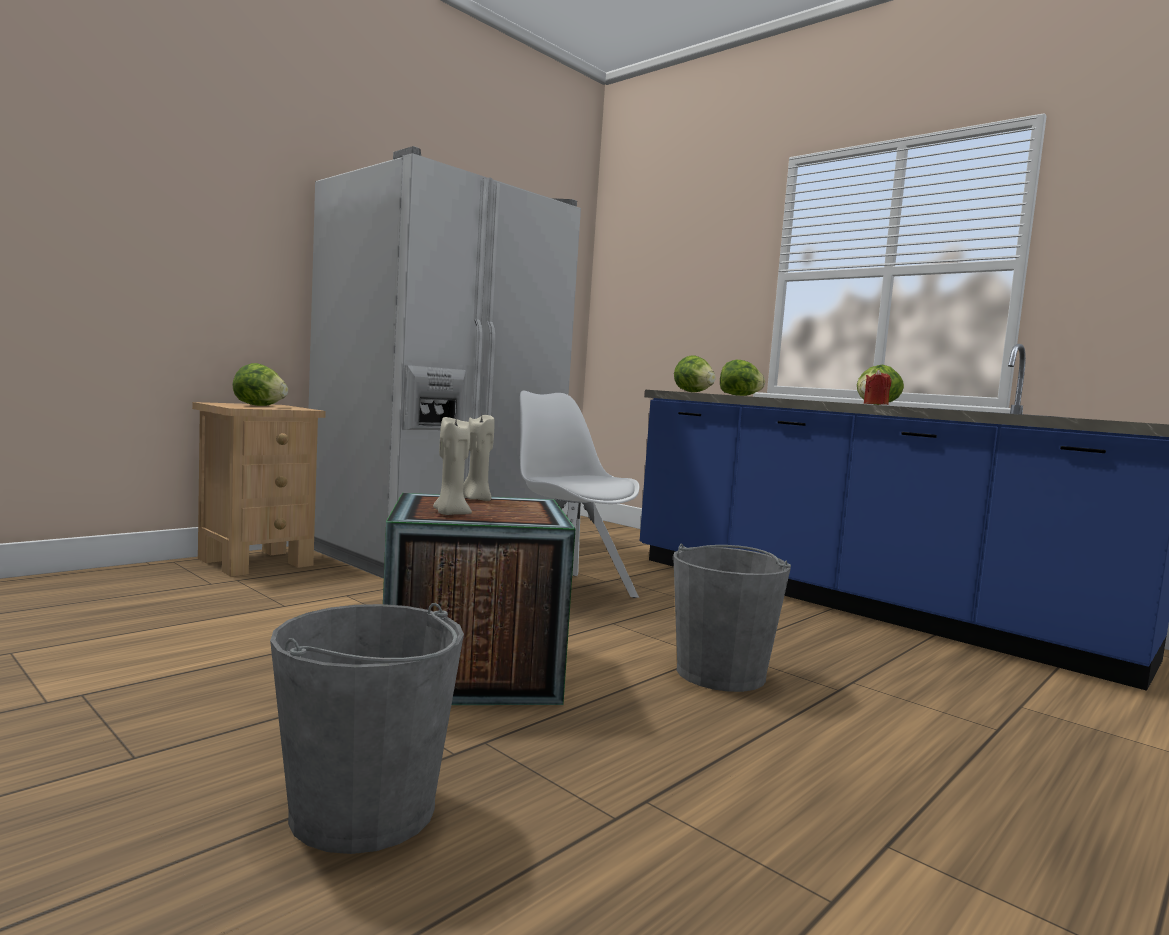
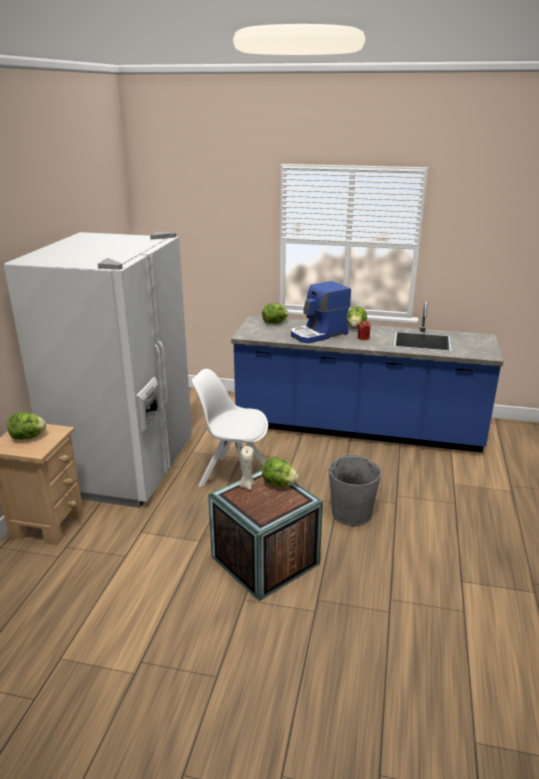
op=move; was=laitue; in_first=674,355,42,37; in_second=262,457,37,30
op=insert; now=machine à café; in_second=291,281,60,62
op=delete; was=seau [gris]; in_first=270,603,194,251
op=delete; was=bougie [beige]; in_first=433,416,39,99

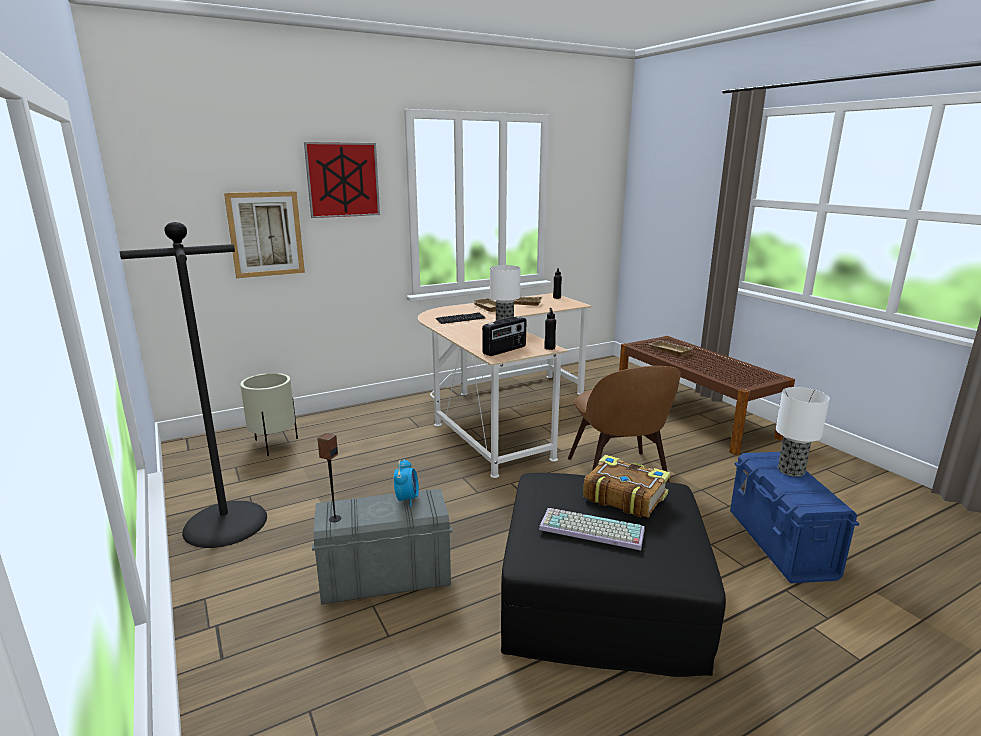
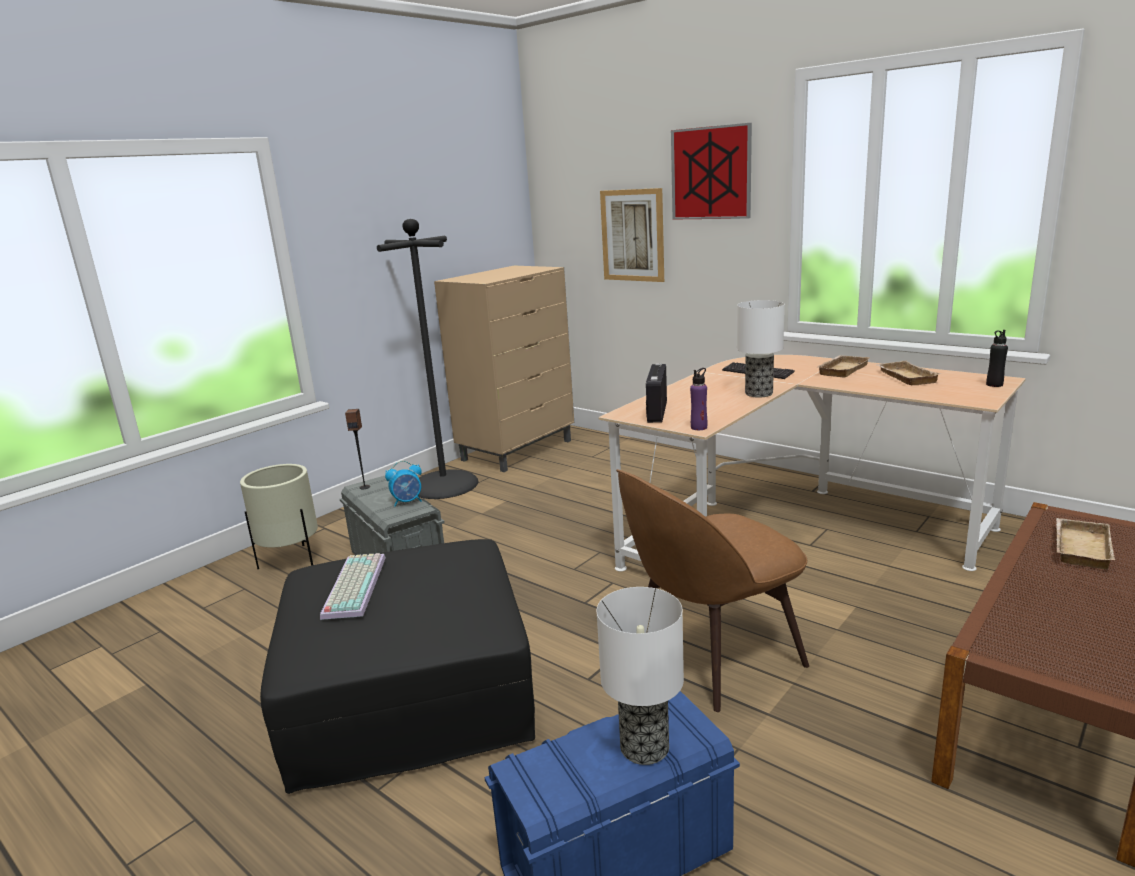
op=move; was=cache-pot [beige]; in_first=240,373,58,83; in_second=240,464,78,105
op=insert; now=commode [beige]; in_second=434,266,140,206
op=rotate; was=radio; in_first=482,316,44,40; in_second=646,363,21,60; clockwise=75
op=recolor; was=bouteille [noir]; now=bouteille [violet]; in_first=544,308,12,42; in_second=690,368,17,62
op=delete; was=livre; in_first=583,455,87,63

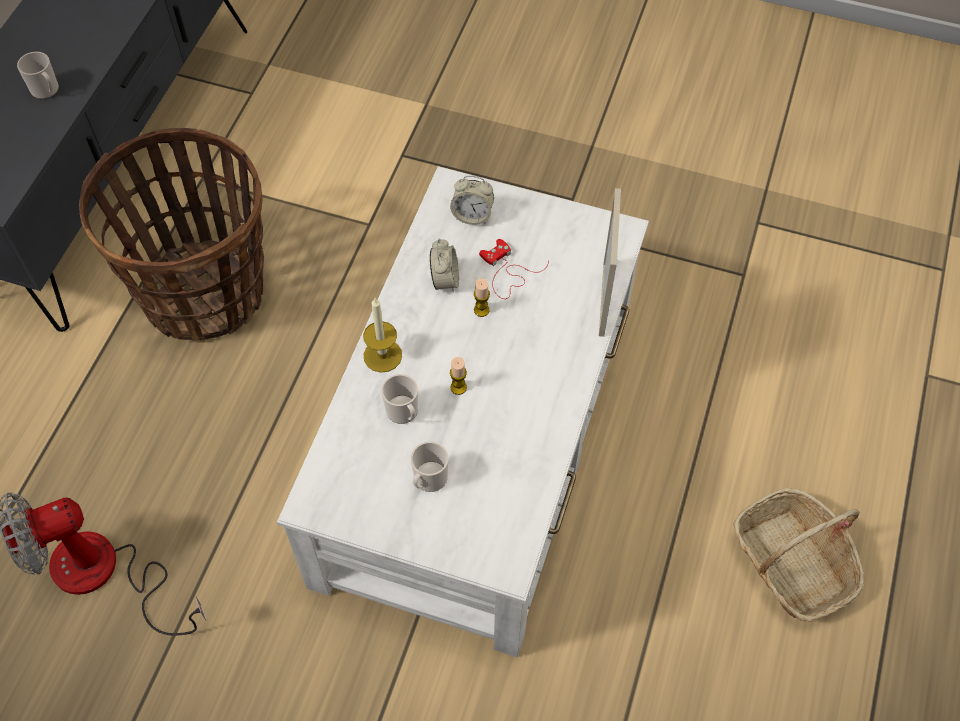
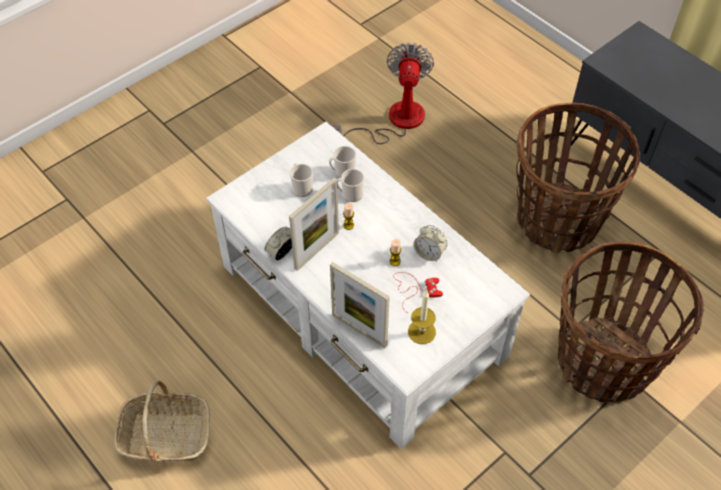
op=move; was=réveil; in_first=450,176,44,49; in_second=264,227,28,33
op=insert; now=cadre photo; in_second=289,178,50,93
op=move; was=mug; in_first=17,52,42,47; in_second=329,146,27,32
op=move; was=bougie; in_first=363,298,39,75; in_second=408,290,28,54
op=insert; now=panier; in_second=558,242,146,161

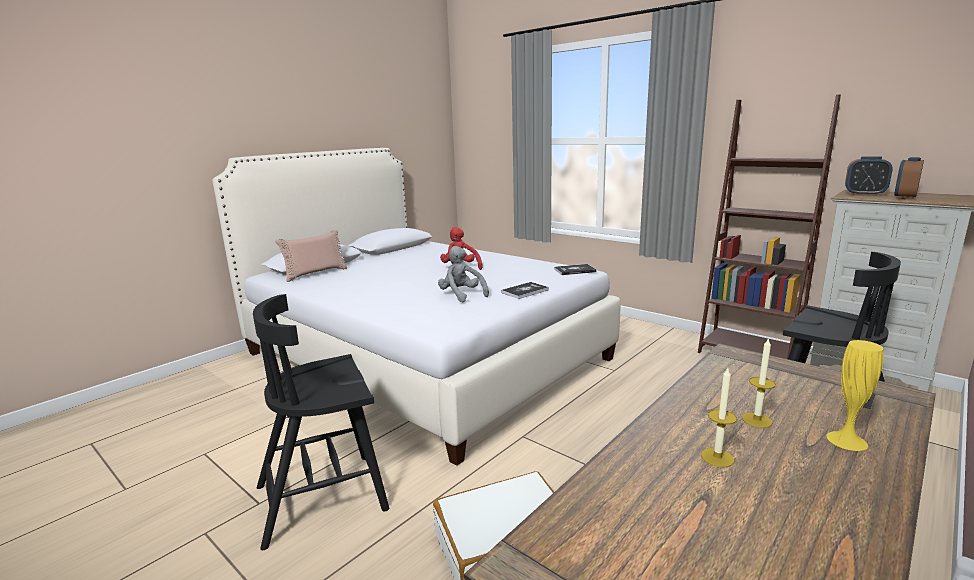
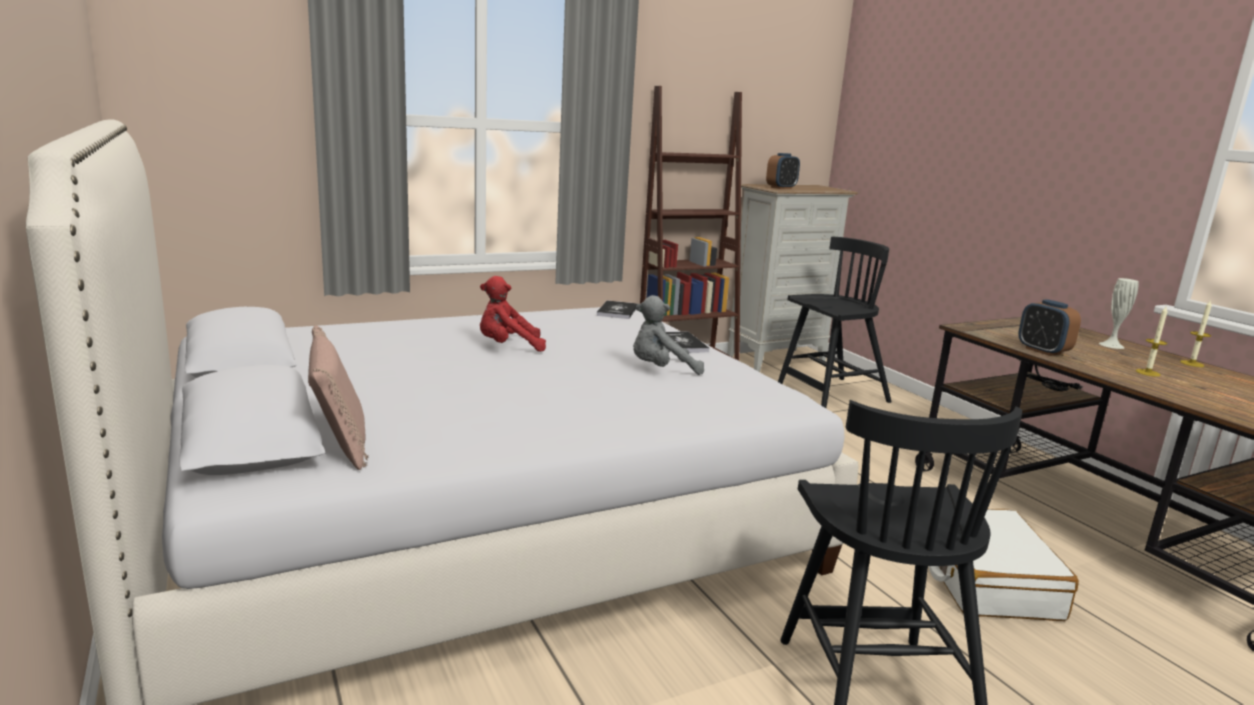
op=move; was=réveil; in_first=894,157,30,42; in_second=1018,299,63,57
op=recolor; was=vase [jaune]; now=vase [blanc]; in_first=827,340,57,111; in_second=1099,278,40,71
op=move; was=bougie; in_first=742,338,34,90; in_second=1180,300,32,67

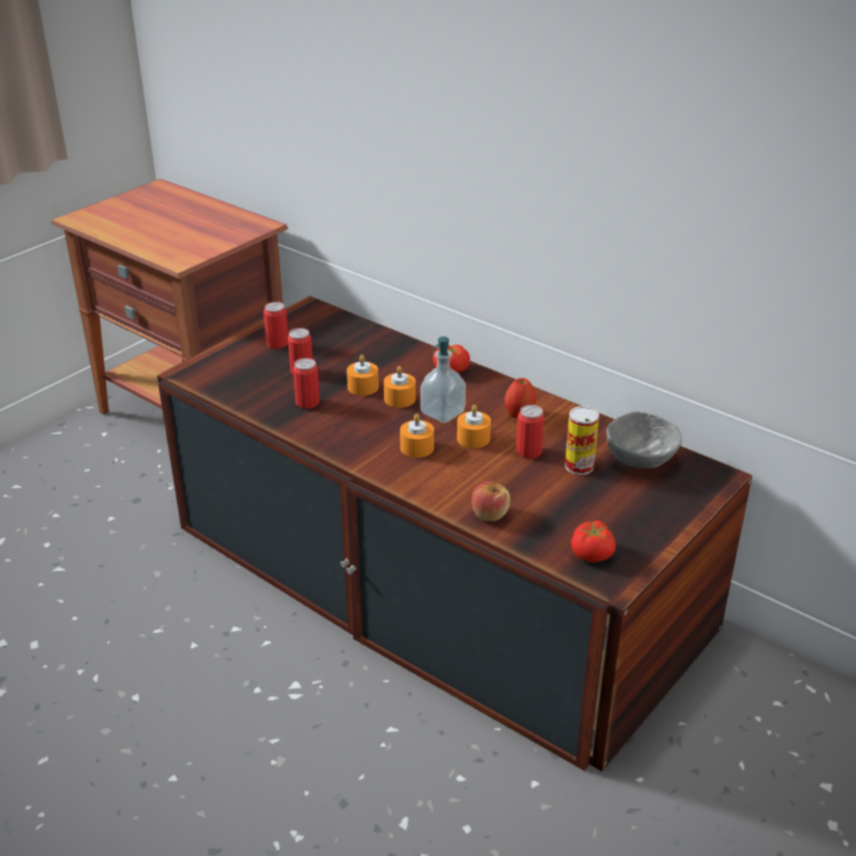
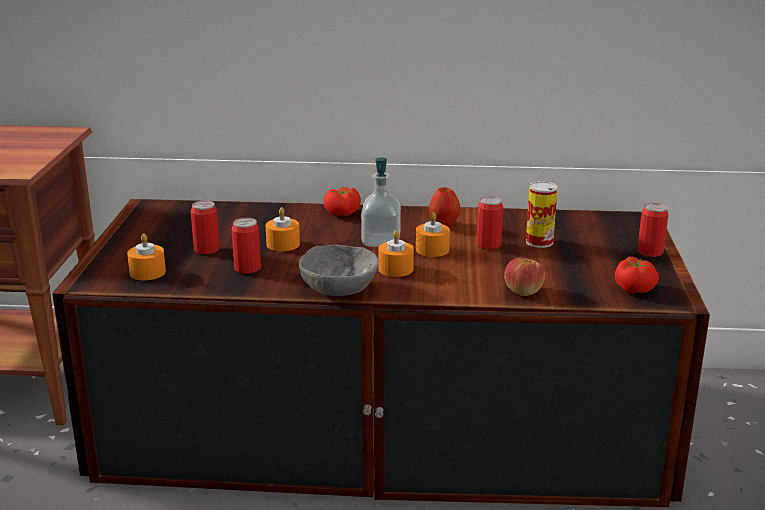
op=move; was=bougie [orange]; in_first=384,366,32,42; in_second=127,233,39,47
op=move; was=bol [gris]; in_first=606,411,76,57; in_second=299,245,80,51
op=move; was=boîte métallique; in_first=264,302,24,47; in_second=637,203,31,54

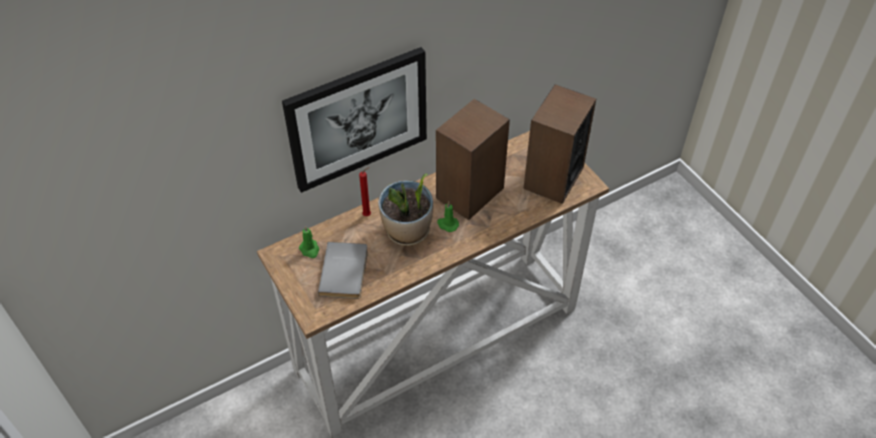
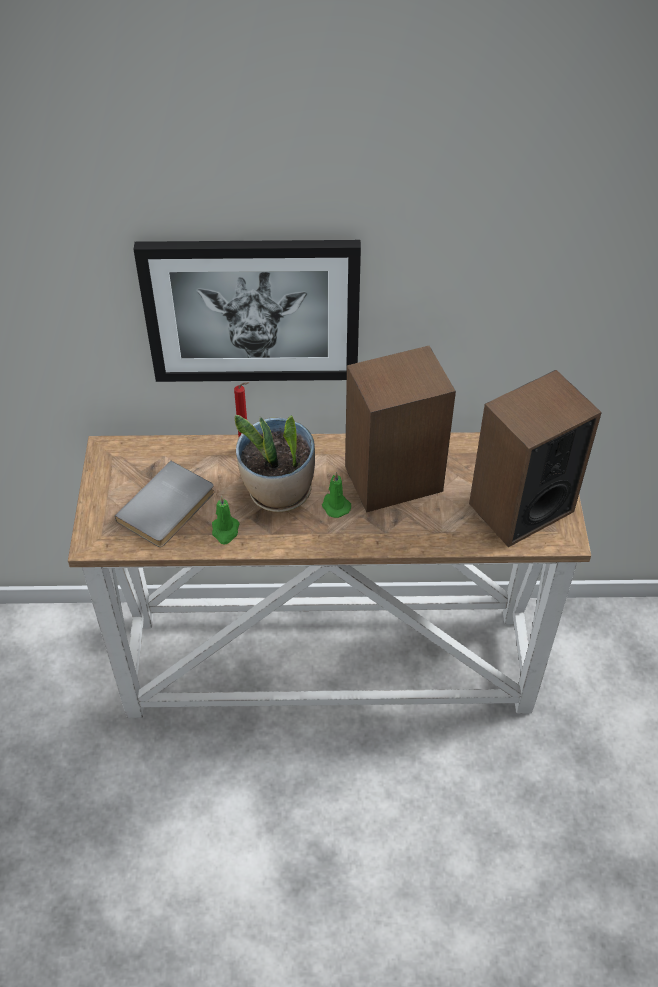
op=move; was=bougie [vert]; in_first=299,226,20,32; in_second=212,496,28,49

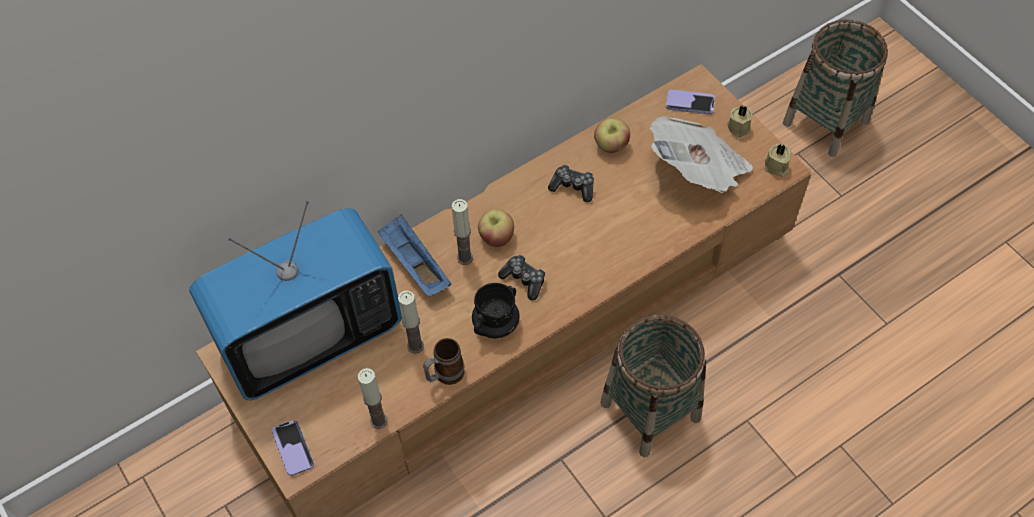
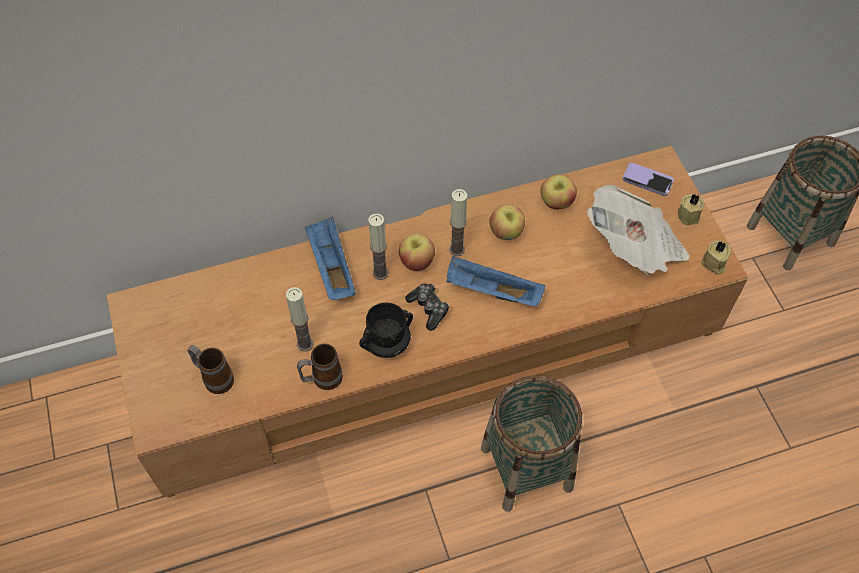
op=insert; now=mug; in_second=188,345,46,49
op=insert; now=plateau [bleu]; in_second=446,256,99,50
op=move; was=bougie; in_first=358,368,30,61; in_second=449,189,18,67
op=replace; was=manette; now=pomme; in_first=548,165,46,37; in_second=489,204,36,36
op=delete; was=téléviseur; in_first=189,201,213,199
op=delete; was=téléphone; in_first=272,420,42,56

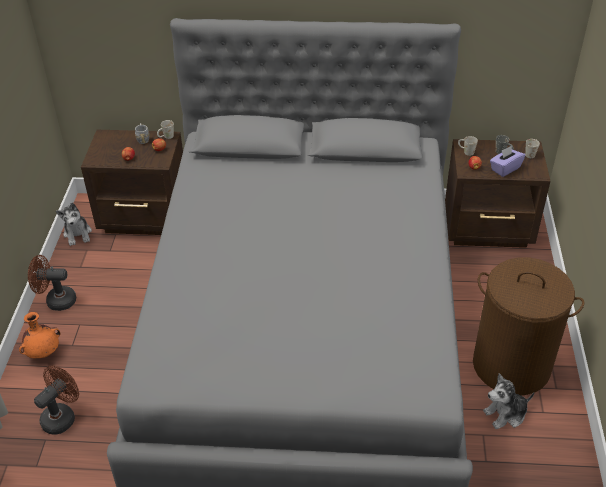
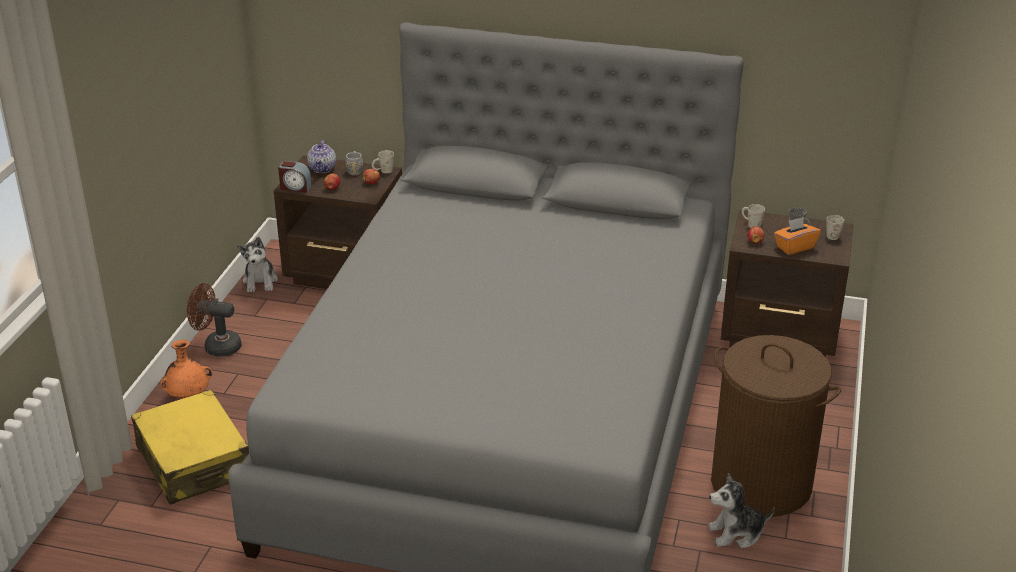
op=replace; was=ventilateur [marron]; now=valise [jaune]; in_first=34,365,45,70; in_second=131,390,118,115
op=insert; now=réveil; in_second=278,161,34,31
op=insert; now=théière; in_second=307,140,29,33
op=recolor; was=boîte à mouchoirs [violet]; now=boîte à mouchoirs [orange]; in_first=490,146,35,31; in_second=774,217,47,38

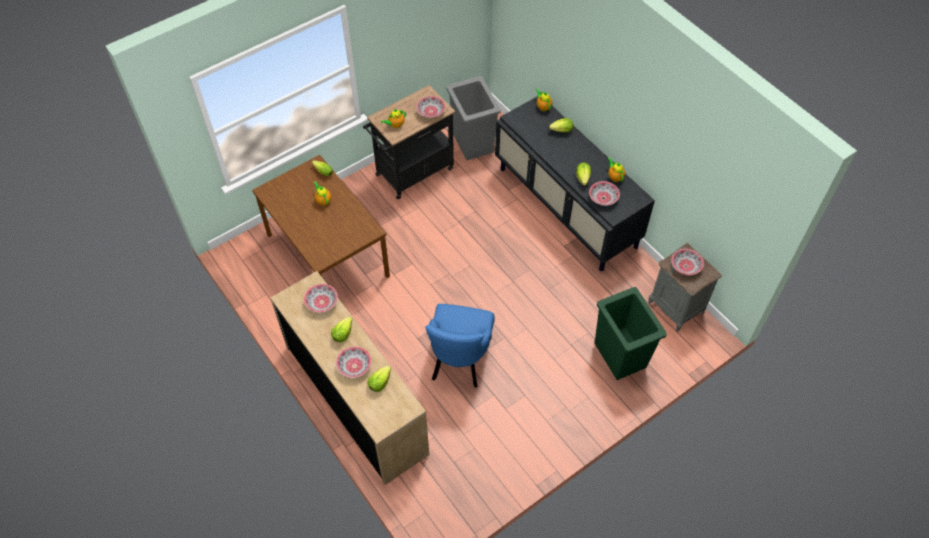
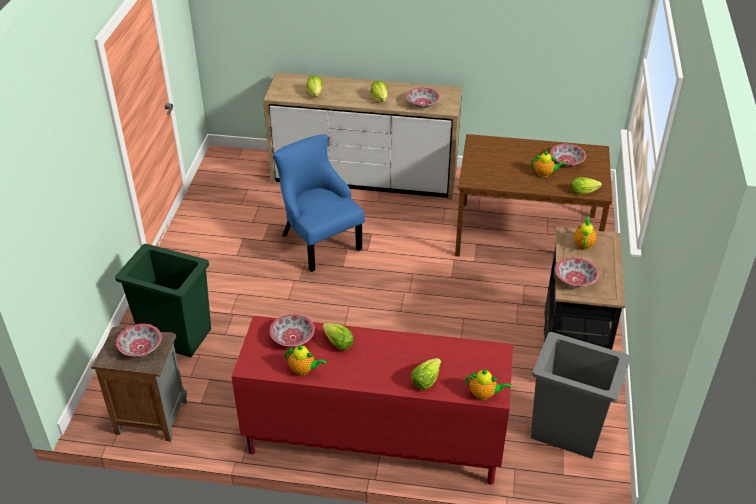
op=recolor; was=meuble de rangement [noir]; now=meuble de rangement [rouge]; in_first=495,96,160,175; in_second=232,316,281,169
op=move; was=bol; in_first=336,346,35,32; in_second=550,144,36,22

